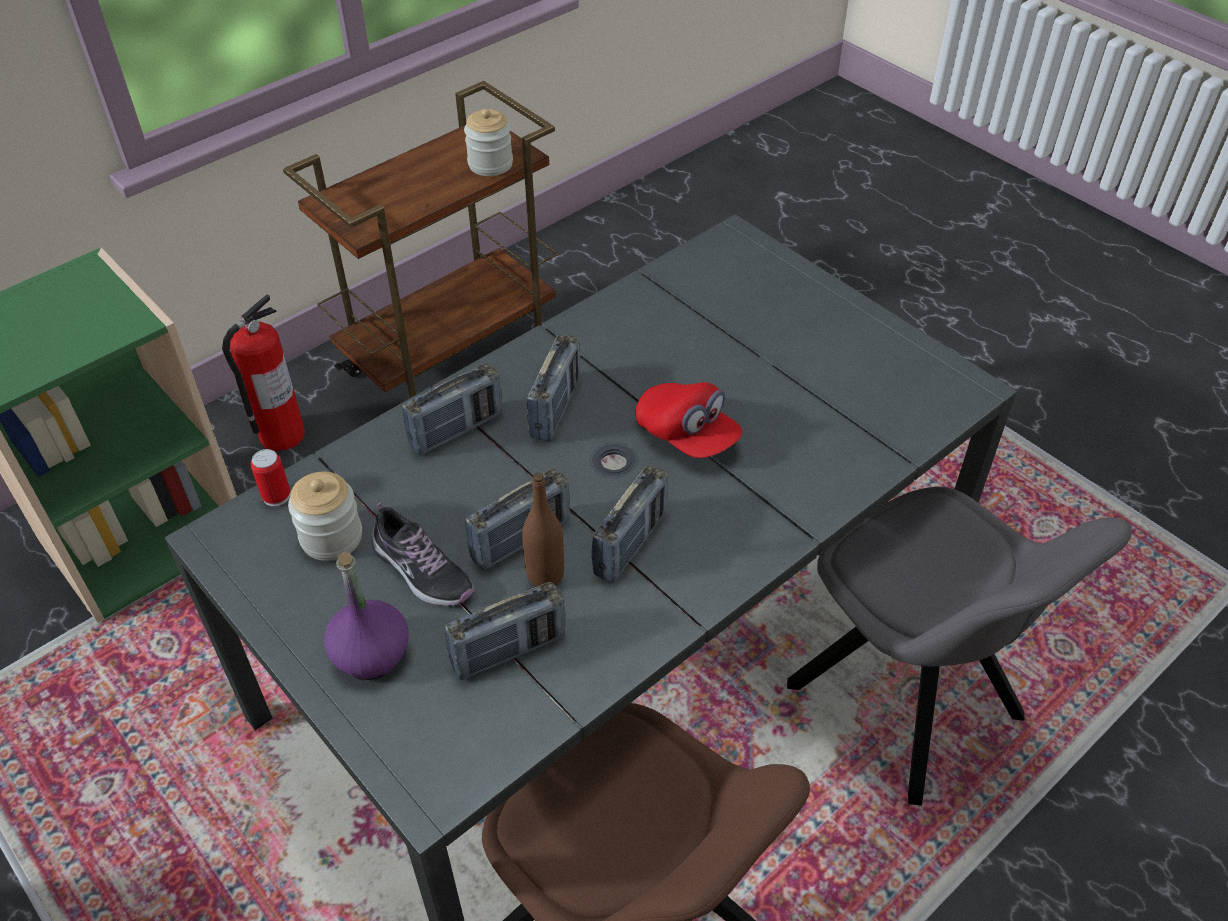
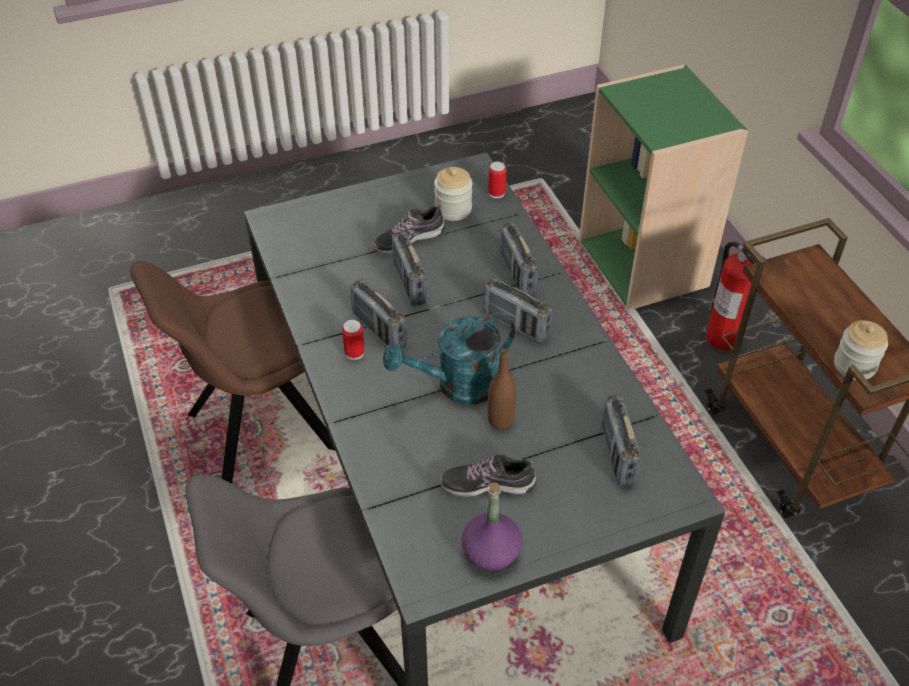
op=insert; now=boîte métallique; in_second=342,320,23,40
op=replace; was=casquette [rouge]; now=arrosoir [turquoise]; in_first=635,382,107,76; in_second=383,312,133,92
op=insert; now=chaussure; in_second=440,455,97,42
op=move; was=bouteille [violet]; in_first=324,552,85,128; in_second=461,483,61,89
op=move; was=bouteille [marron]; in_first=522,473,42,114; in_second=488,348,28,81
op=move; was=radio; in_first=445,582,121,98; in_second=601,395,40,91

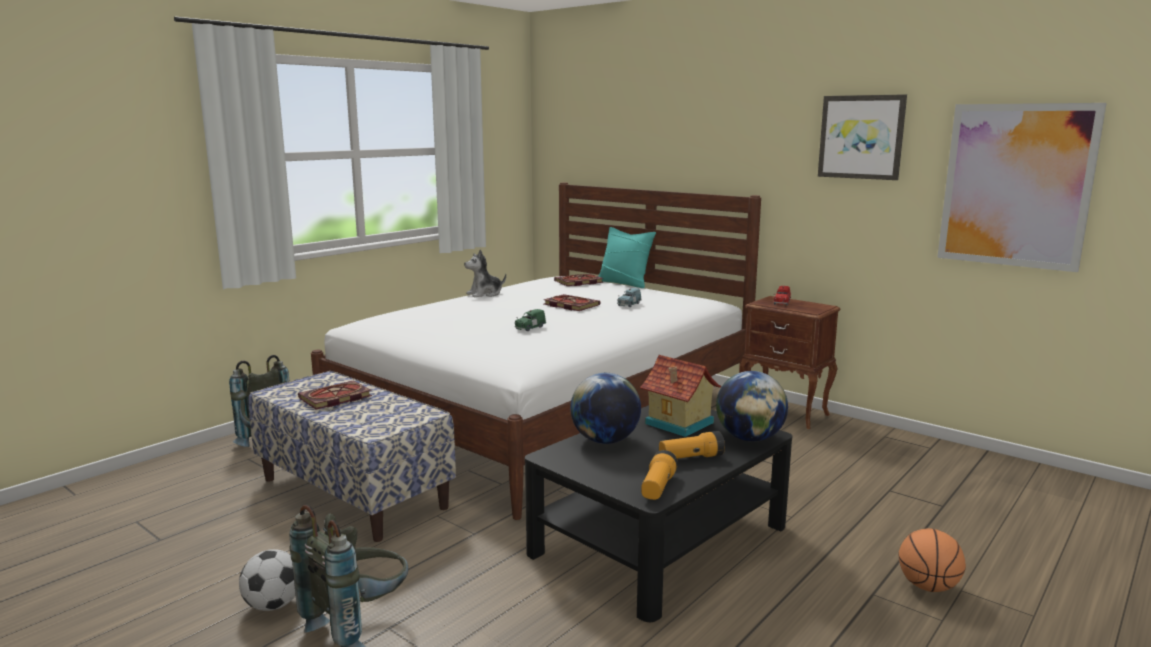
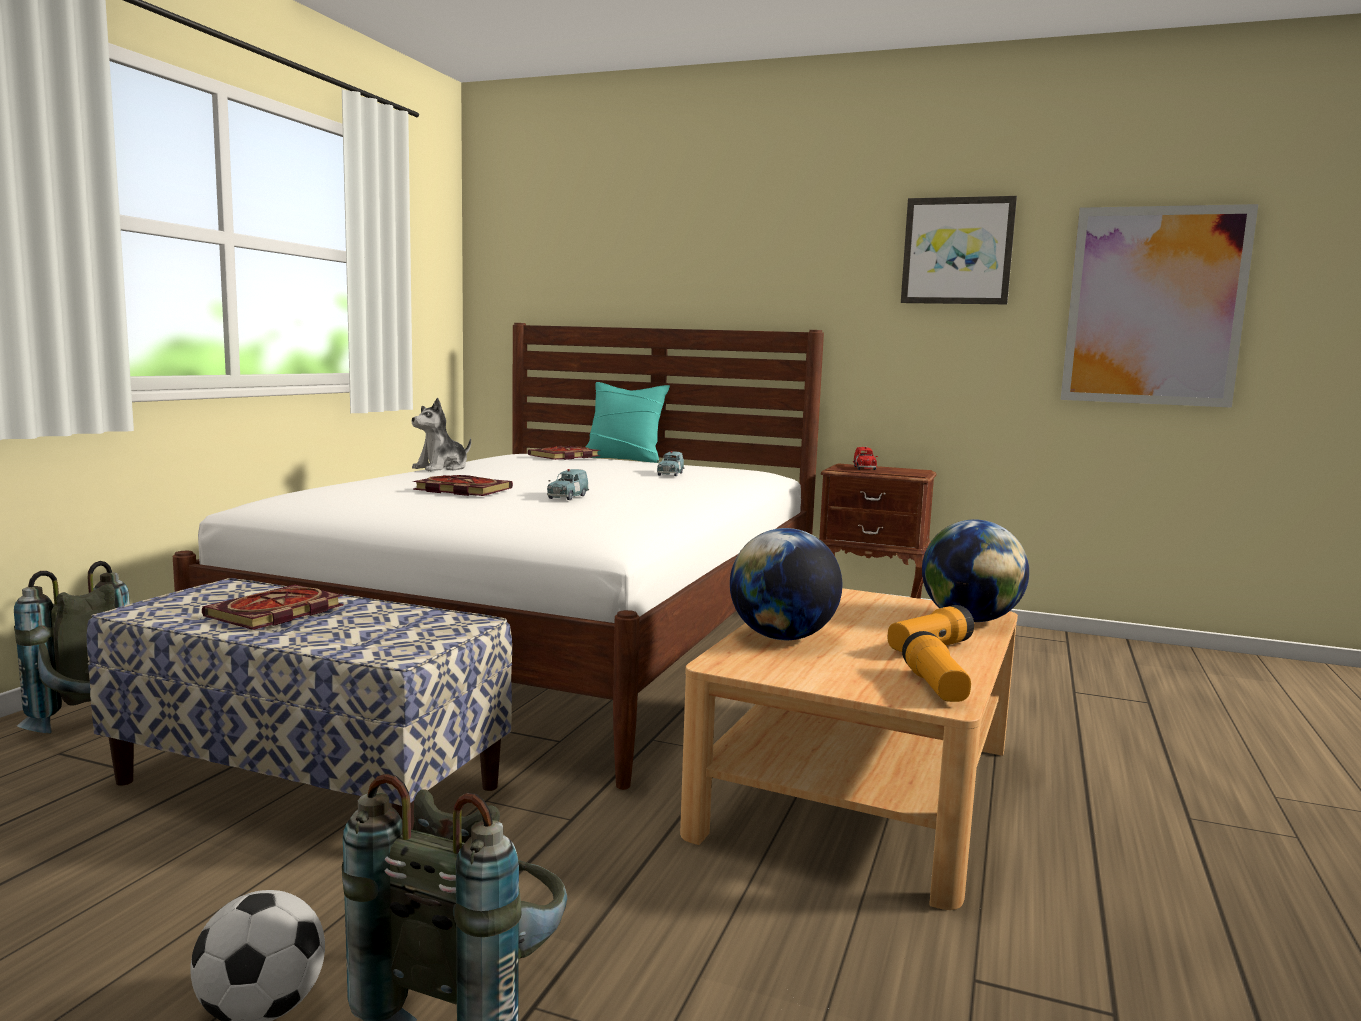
op=move; was=livre; in_first=543,294,57,17; in_second=413,475,100,21
op=recolor; was=petite voiture [vert]; now=petite voiture [bleu]; in_first=515,309,31,22; in_second=547,469,42,31
op=recolor; was=table basse [noir]; now=table basse [beige]; in_first=525,405,267,217; in_second=680,588,338,322
op=delete; was=maison miniature; in_first=640,355,81,82
op=delete; was=ballon de basket; in_first=898,528,68,64

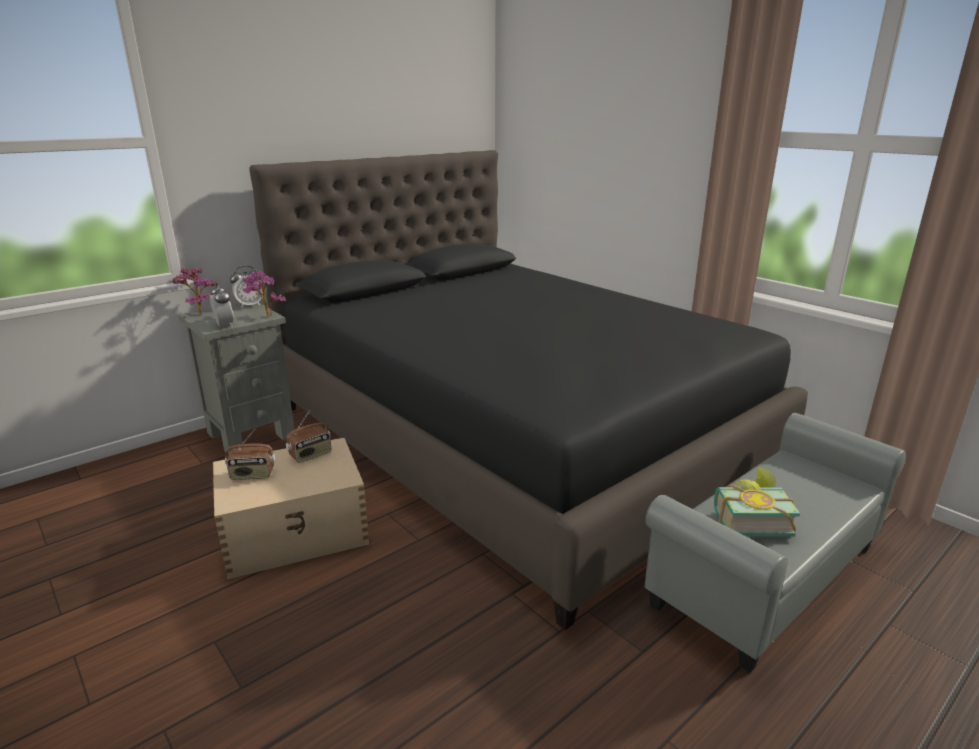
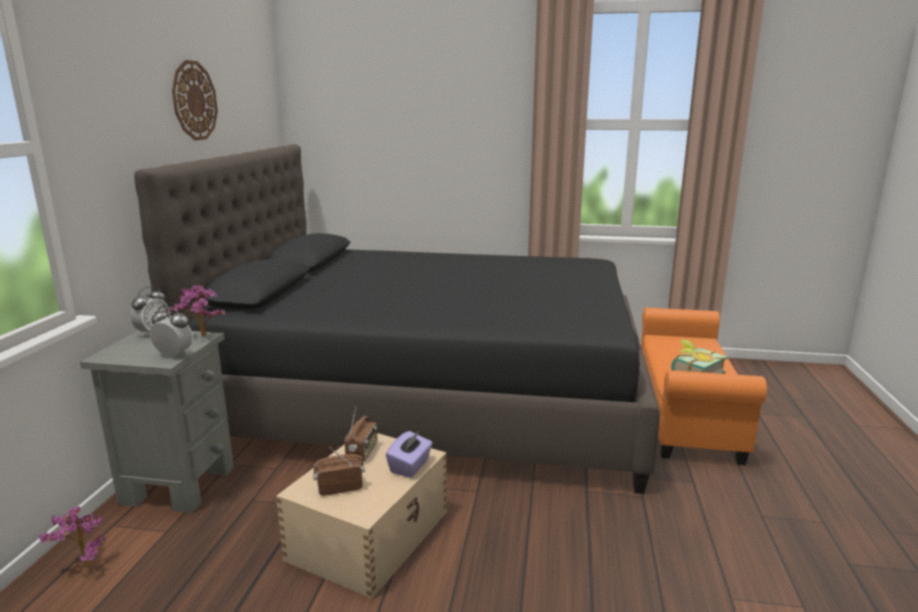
op=move; was=plante en pot; in_first=173,267,45,48; in_second=39,507,67,60
op=insert; now=horloge murale; in_second=172,60,46,80
op=rotate; was=radio; in_first=225,429,50,51; in_second=313,447,52,49; clockwise=-150
op=insert; now=boîte à mouchoirs [violet]; in_second=386,431,47,47
op=recolor; was=pouf [gris]; now=pouf [orange]; in_first=645,413,261,260; in_second=641,308,126,157

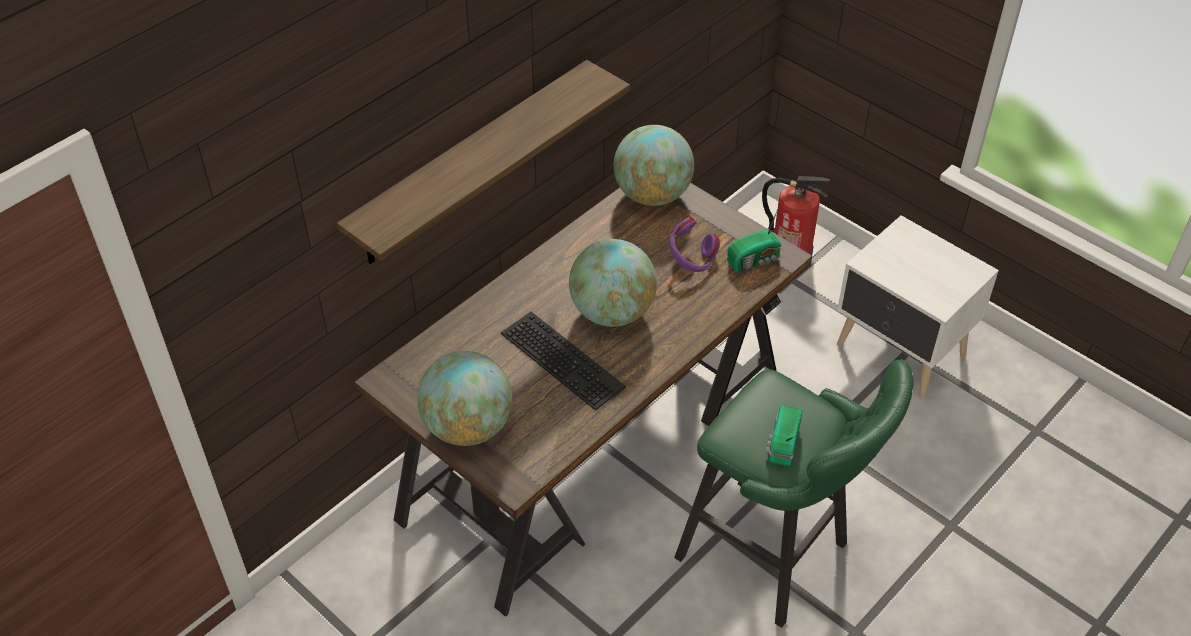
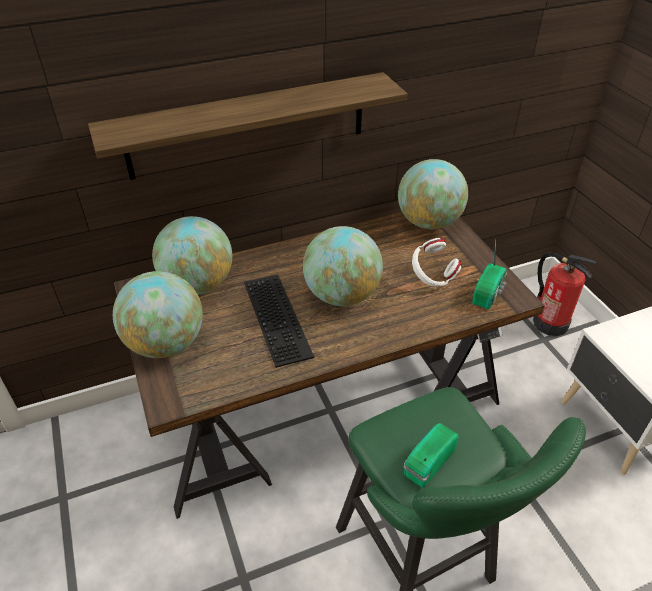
op=insert; now=globe; in_second=152,216,80,79
op=recolor; was=casque audio [violet]; now=casque audio [blanc]; in_first=669,217,51,55; in_second=412,238,50,49
op=rotate; was=radio; in_first=727,209,55,63; in_second=472,240,35,69; clockwise=-60

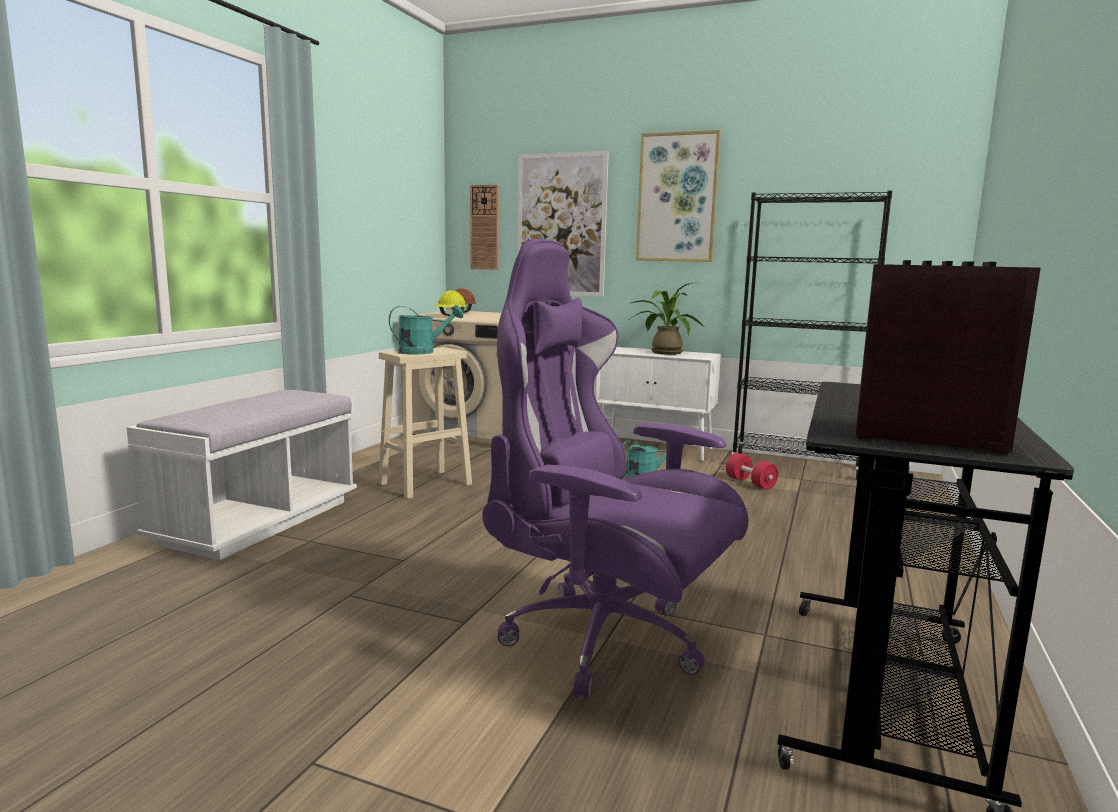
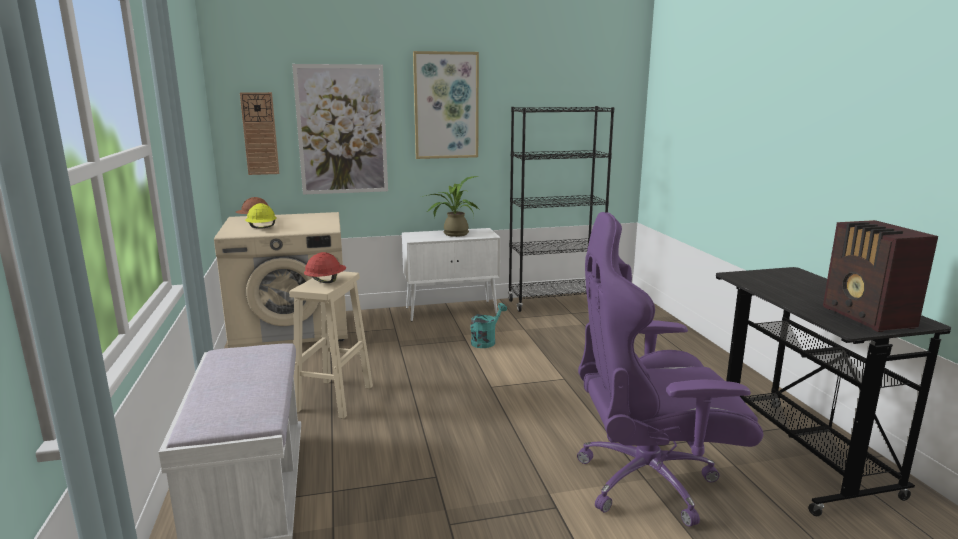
op=replace; was=arrosoir [turquoise]; now=casque de chantier [rouge]; in_first=389,305,75,49; in_second=304,252,42,31
op=rotate; was=radio; in_first=856,260,185,194; in_second=823,220,115,112; clockwise=-90
op=delete; was=haltère [rouge]; in_first=726,453,53,37

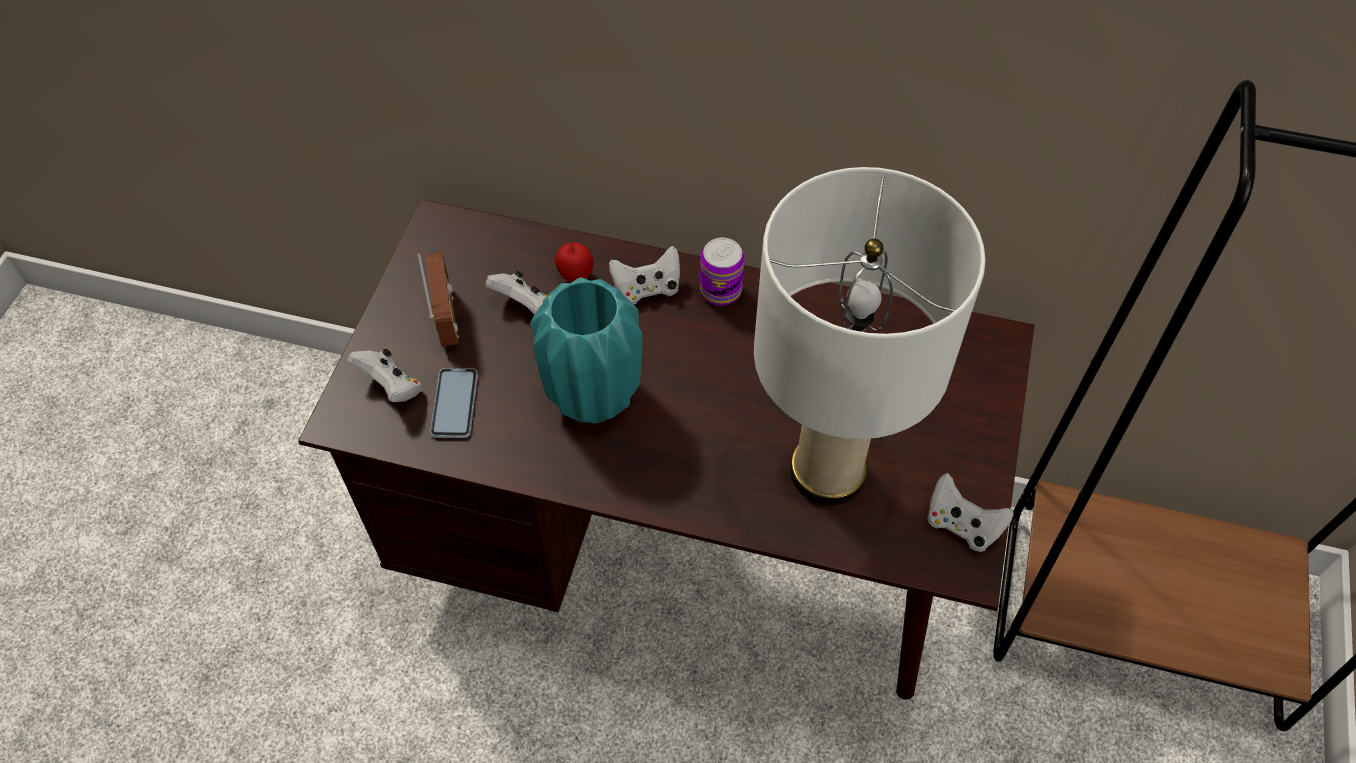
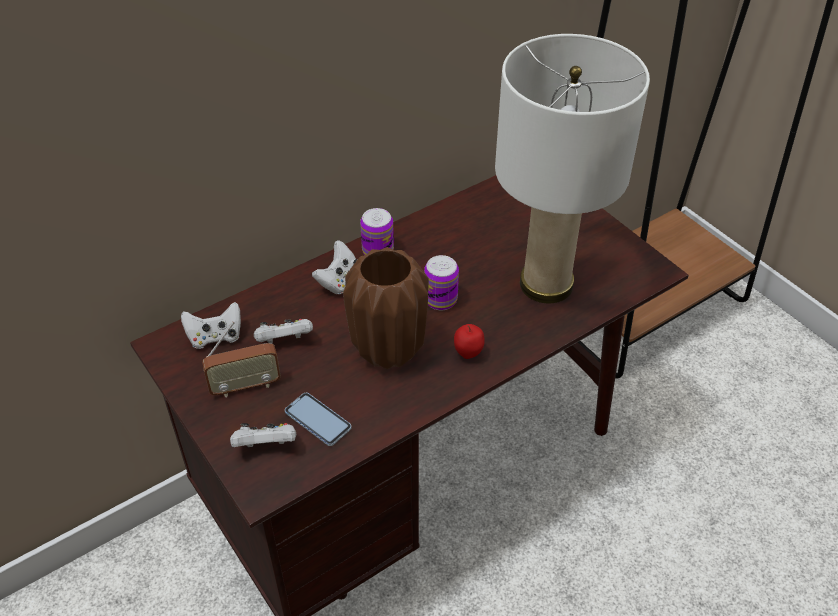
op=move; was=manette [blanc]; in_first=927,473,87,79; in_second=181,302,60,47
op=rotate; was=radio; in_first=417,252,42,95; in_second=202,321,79,76; clockwise=135
op=recolor; was=vase [turquoise]; now=vase [marron]; in_first=531,277,111,146; in_second=343,247,86,122
op=insert; now=boîte métallique; in_second=424,255,35,56
op=move; was=pomme; in_first=555,242,38,40; in_second=454,324,30,35

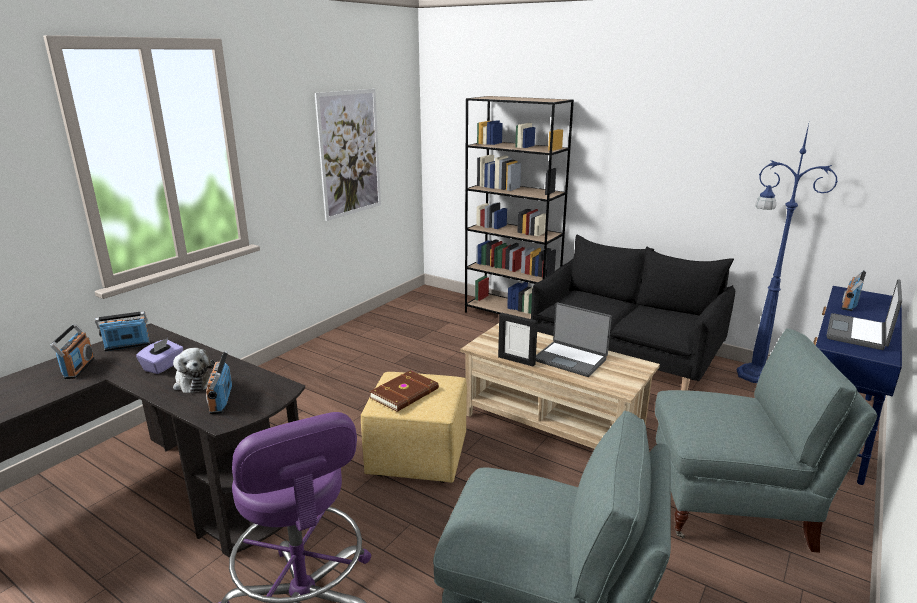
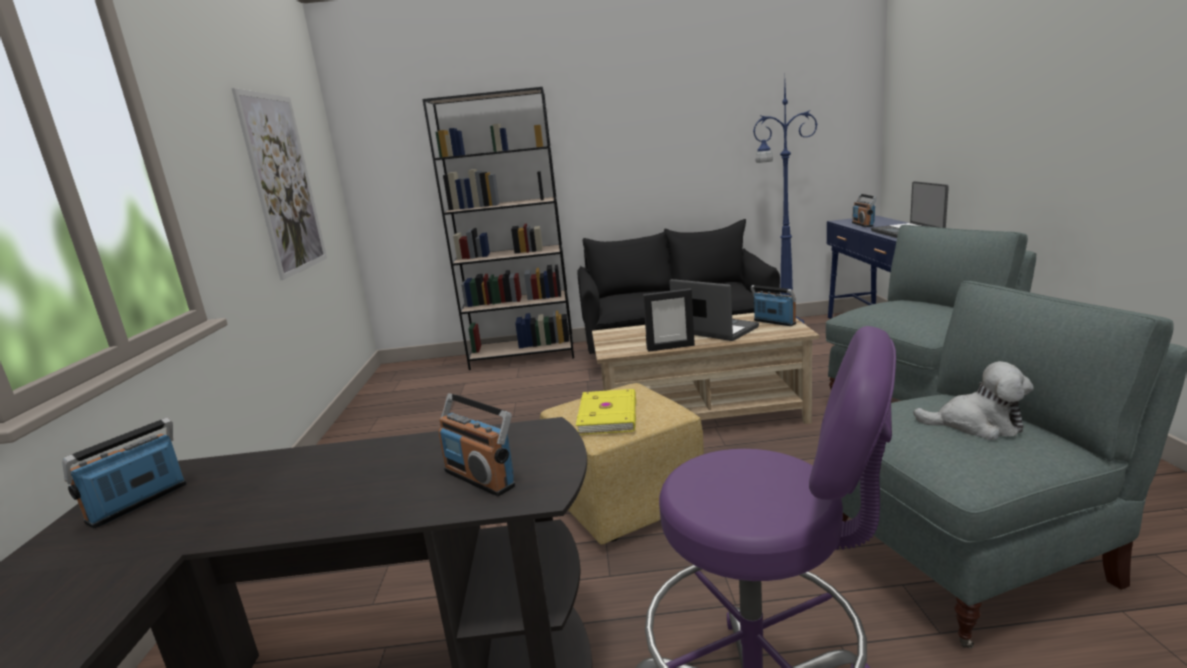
op=recolor; was=livre [marron]; now=livre [jaune]; in_first=369,370,70,42; in_second=576,389,60,46
op=rotate; was=ordinateur portable; in_first=536,302,76,75; in_second=669,279,90,62; clockwise=-135
op=move; was=radio; in_first=50,324,44,55; in_second=750,285,46,41
op=move; was=peluche; in_first=173,348,42,45; in_second=913,361,121,79
op=delete; was=boîte à mouchoirs [violet]; in_first=136,338,47,36

